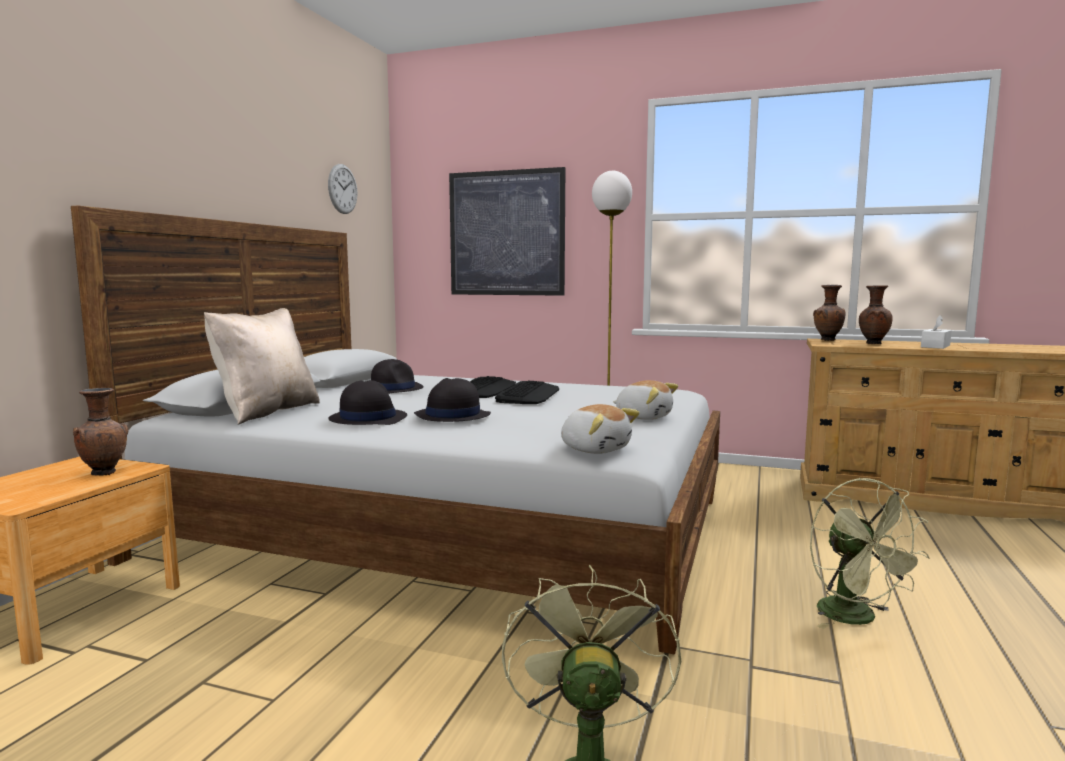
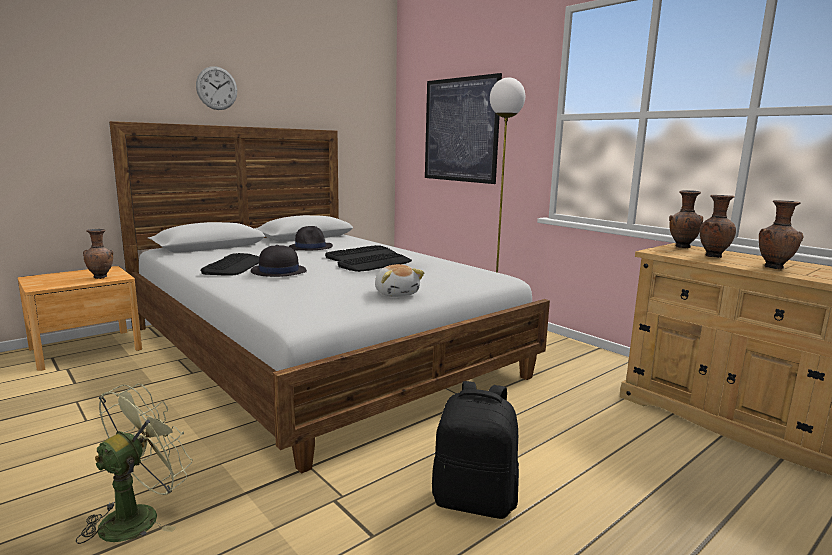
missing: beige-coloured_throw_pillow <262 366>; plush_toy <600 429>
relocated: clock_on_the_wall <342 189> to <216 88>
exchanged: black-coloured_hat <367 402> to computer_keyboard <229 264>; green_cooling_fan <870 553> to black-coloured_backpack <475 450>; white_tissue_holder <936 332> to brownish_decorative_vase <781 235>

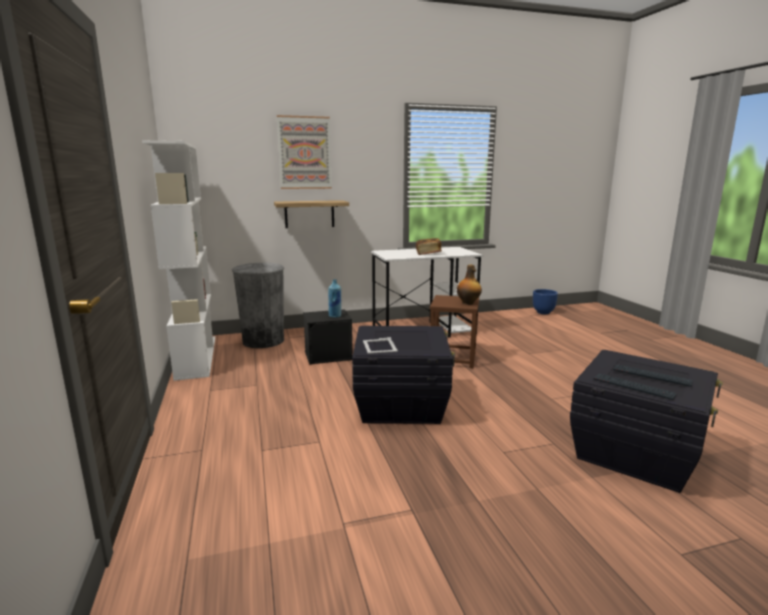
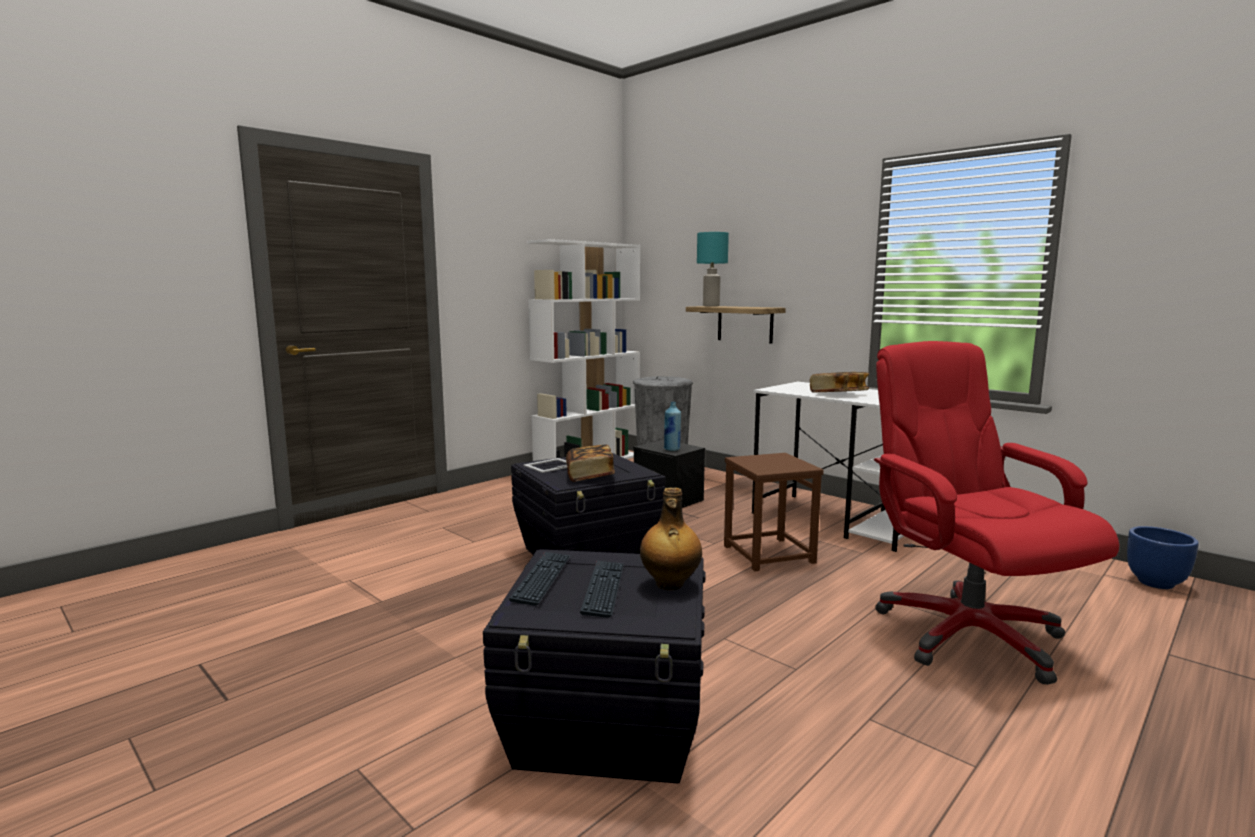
missing: wall_picture <304 152>
appeared: bound_book <590 463>; turquoise-coloured_lamp_for_a_table <713 269>; red-coloured_computer_chair <996 513>
relocated: bottle <469 285> to <671 539>

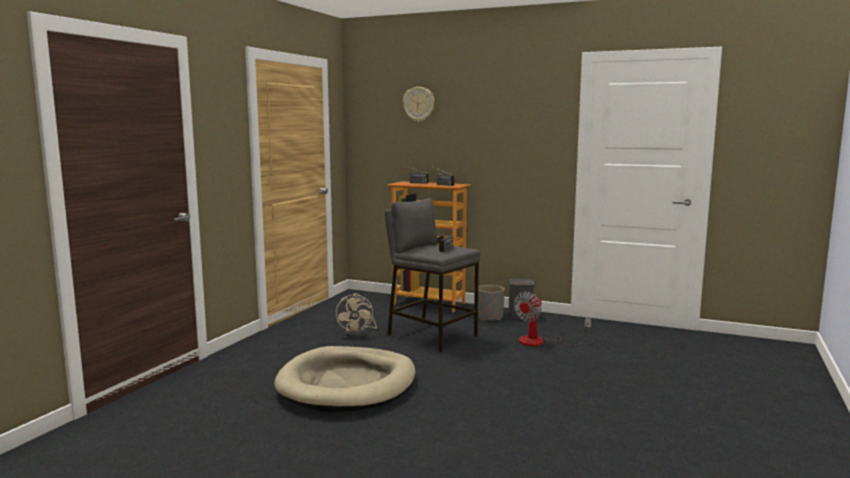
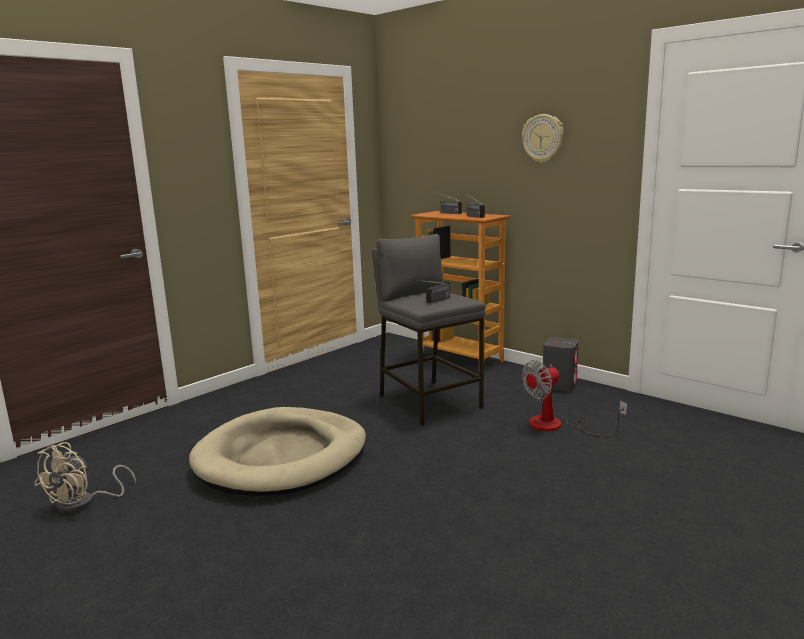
missing: gray_plant_pot <491 302>
relocated: beige-coloured_cooling_fan <356 315> to <85 478>; clock_on_the_wall <419 104> to <543 138>

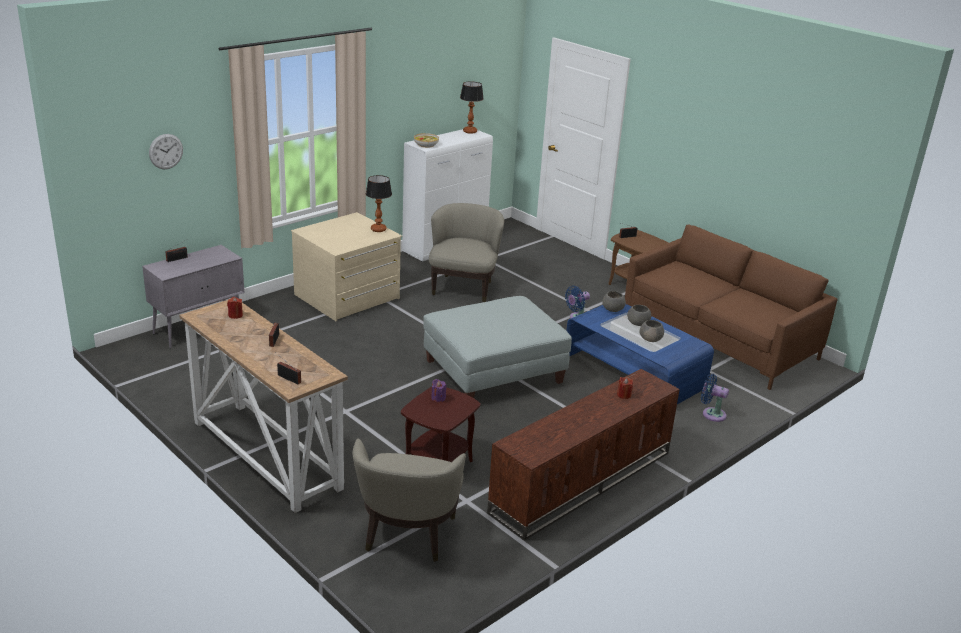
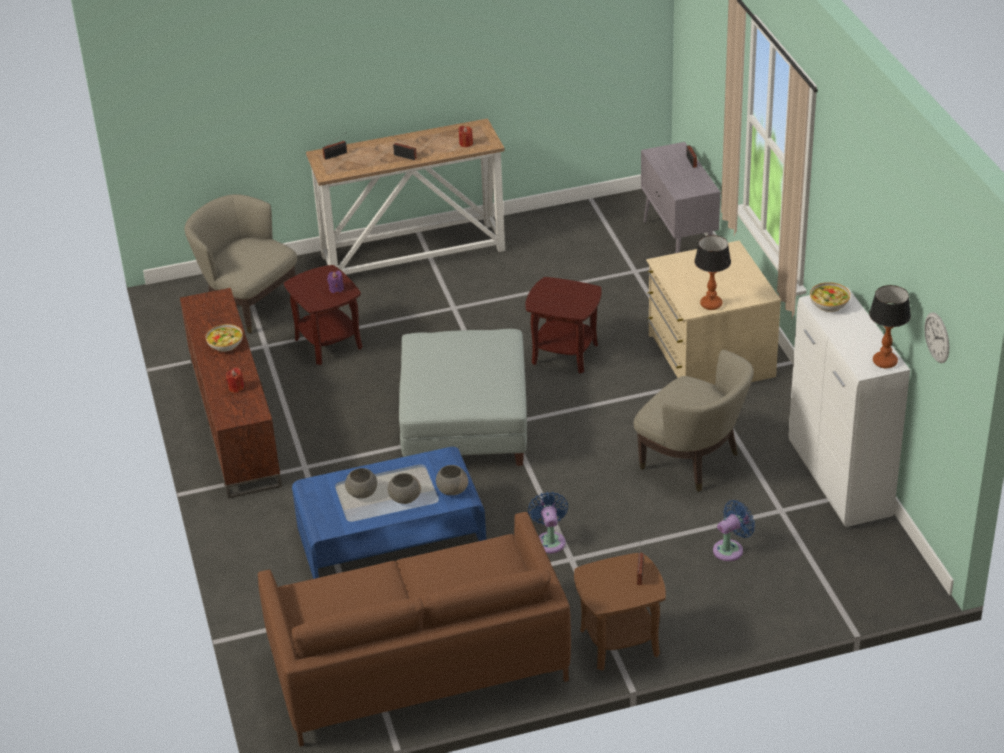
appeared: bowl <224 338>; brownish_side_table <563 325>
relocated: clock_on_the_wall <166 151> to <936 337>; blue-coloured_cooling_fan <715 398> to <734 530>

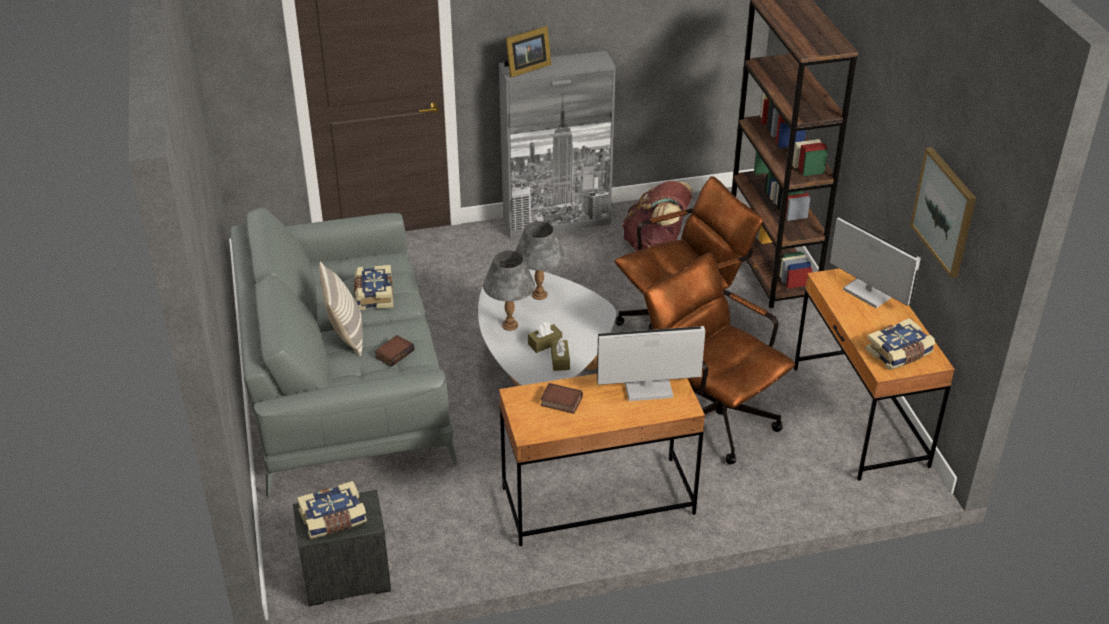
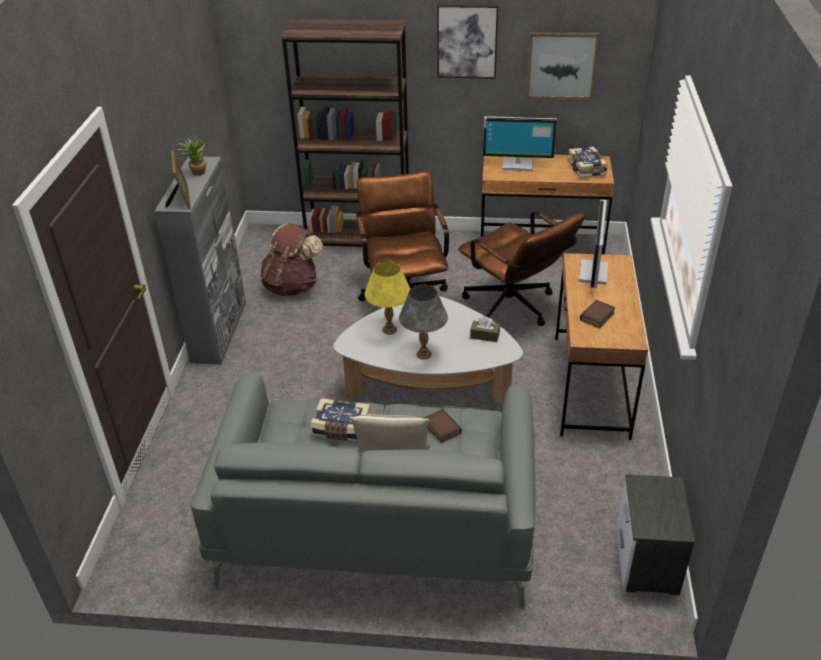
missing: bound_book <332 510>; brownish_tissue_holder <545 337>
appeared: plant_in_a_pot <191 155>; wall_picture <467 42>
colour: gray_lamp_for_a_table <539 260> to yellowish_lamp_for_a_table <387 298>
spun: brownish_computer_chair <719 359> = <521 268> 105 degrees counterclockwise; computer_display <875 262> = <520 143> 150 degrees counterclockwise

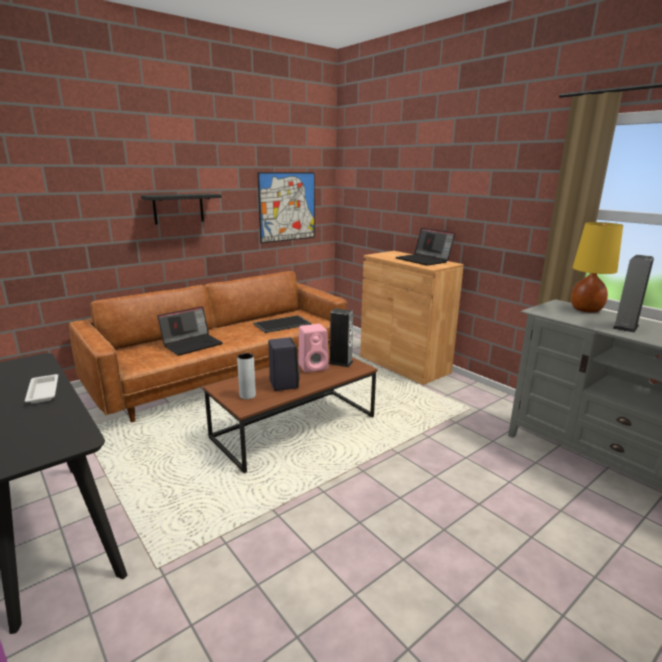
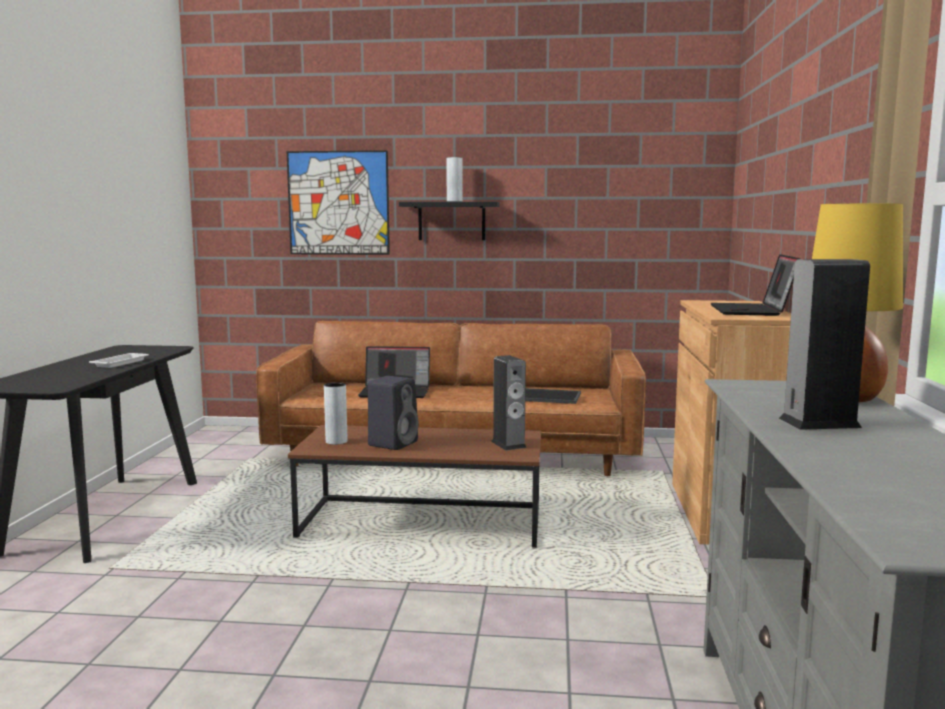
missing: pink-coloured_loudspeaker <313 348>
appeared: gray_decorative_vase <454 179>
relocated: wall_picture <286 207> to <338 202>

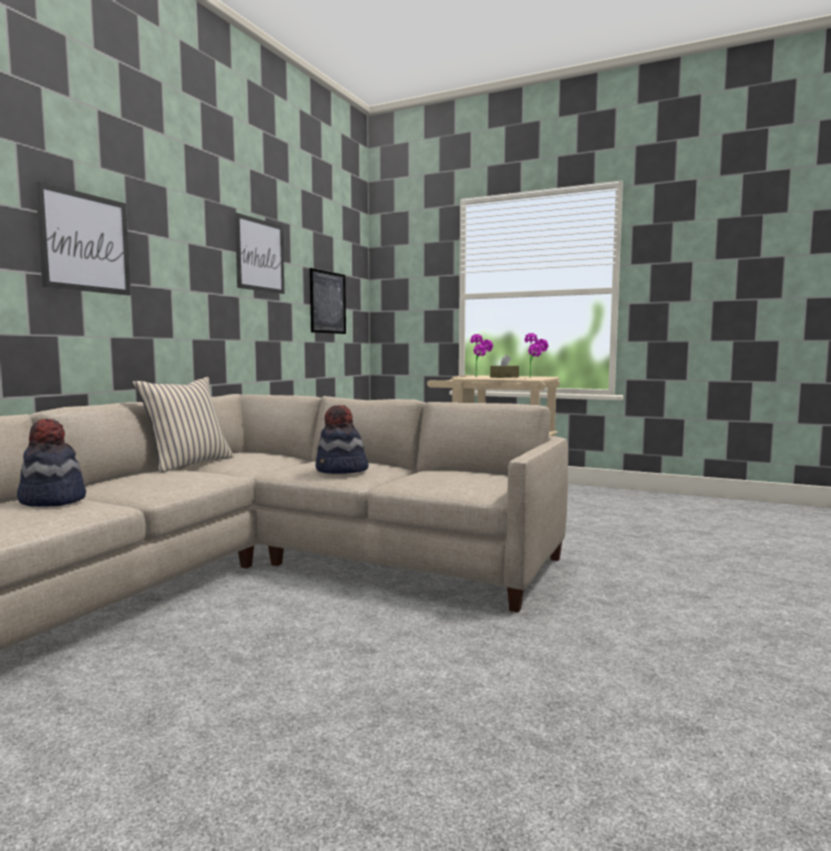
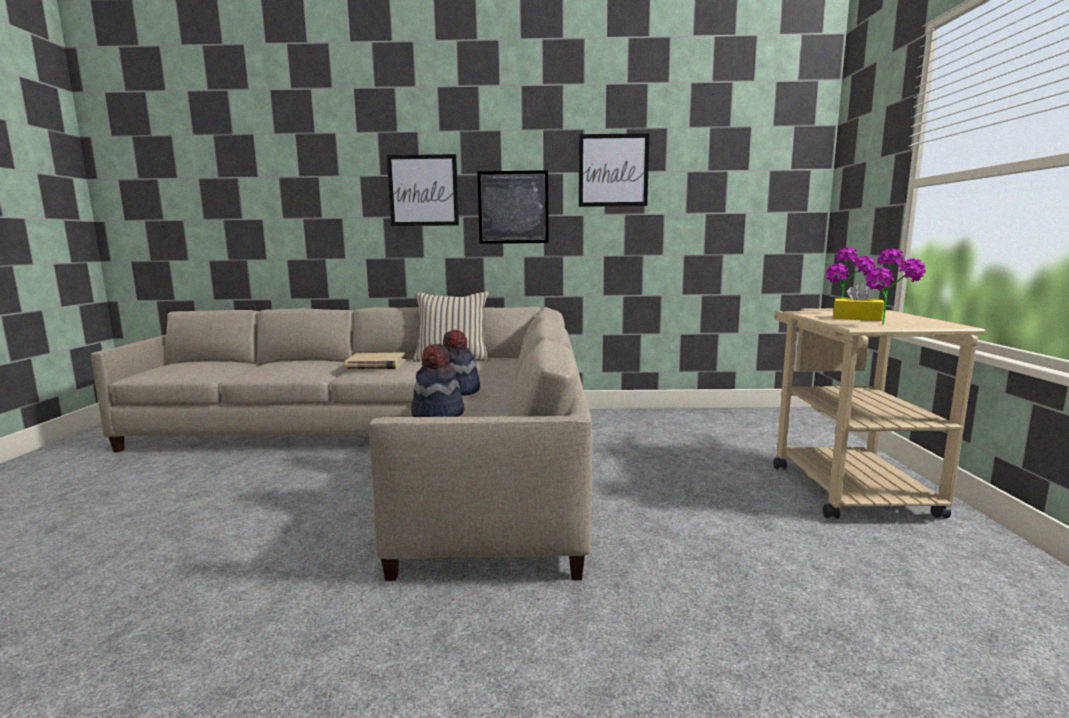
appeared: beige-coloured_bound_book <375 361>
relocated: hat <51 463> to <437 380>; wall_picture <328 301> to <513 207>
colour: brownish_tissue_holder <504 366> to yellowish_tissue_holder <858 301>

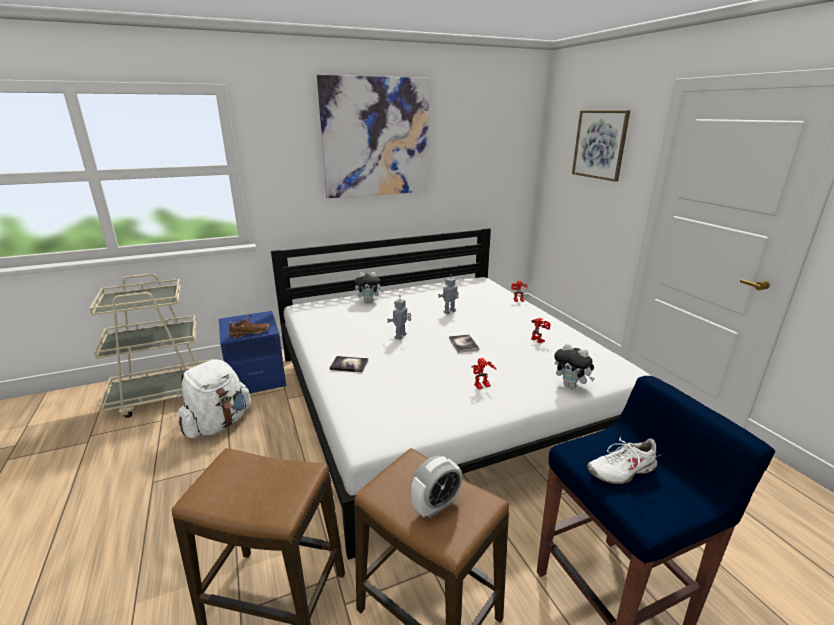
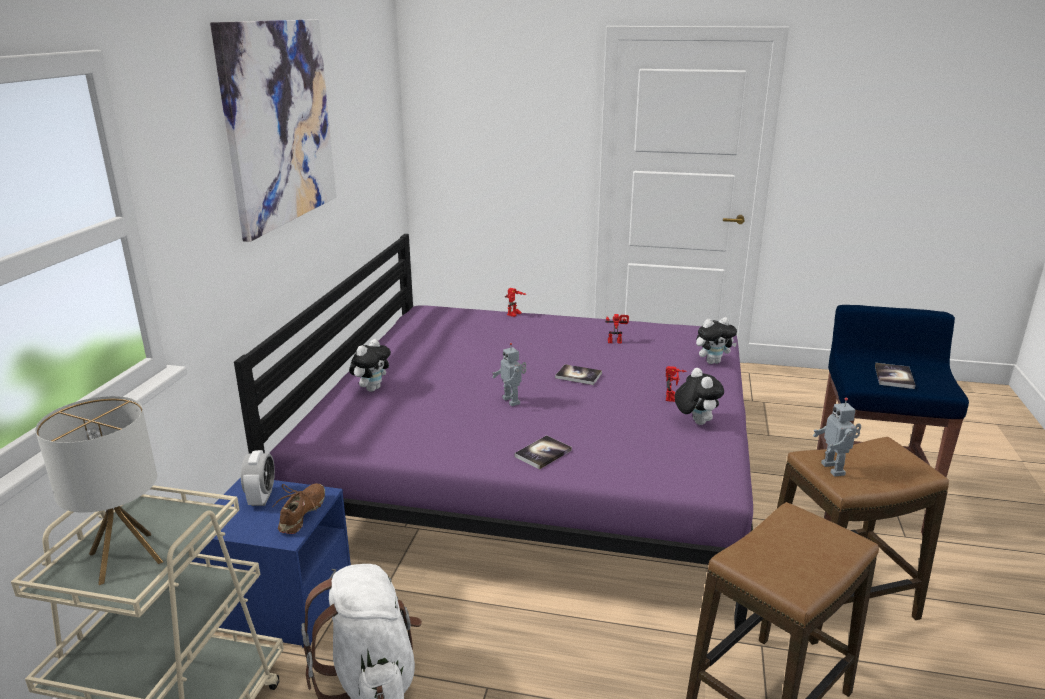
missing: wall_picture <601 146>
appeared: lamp_for_a_table <99 490>; plush_toy <699 396>
relocated: alarm_clock <436 486> to <258 478>; toy_robot <448 294> to <837 437>
exchanged: white_low_shoe <623 460> to bound_book <895 376>
colour: white_sleeping_bed <461 394> to purple_sleeping_bed <493 431>

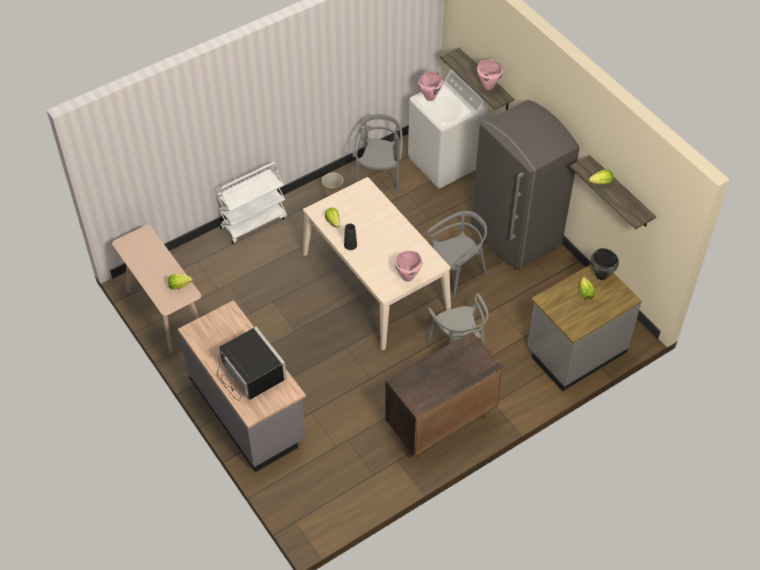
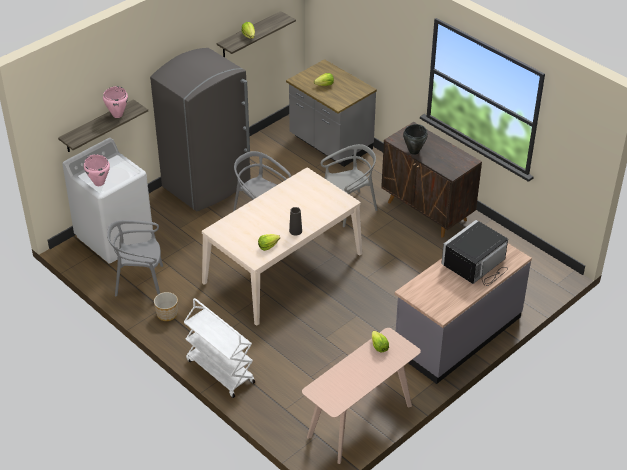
missing: pink-coloured_stockpot <408 266>
relocated: black-coloured_stockpot <605 264> to <415 139>

